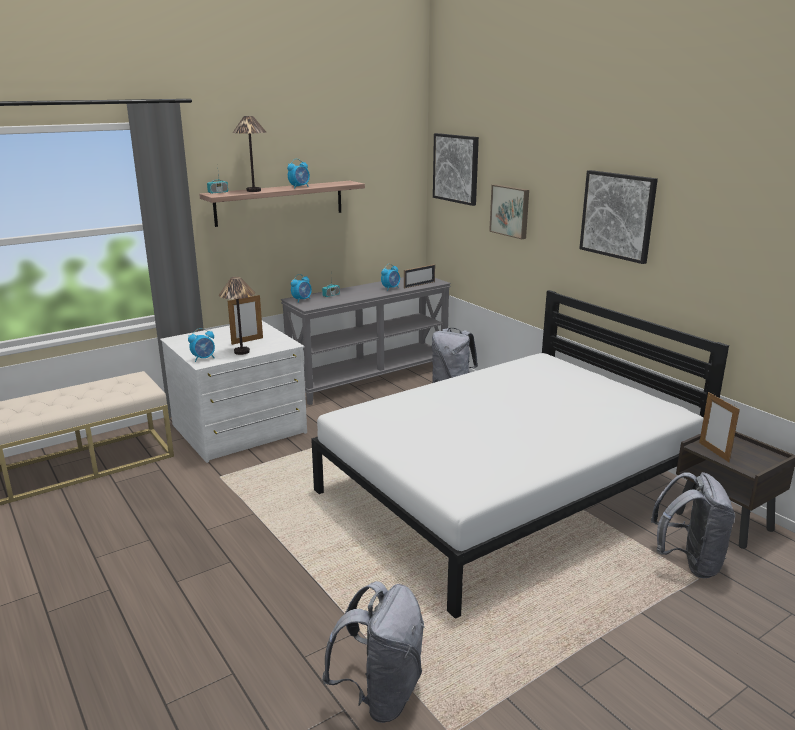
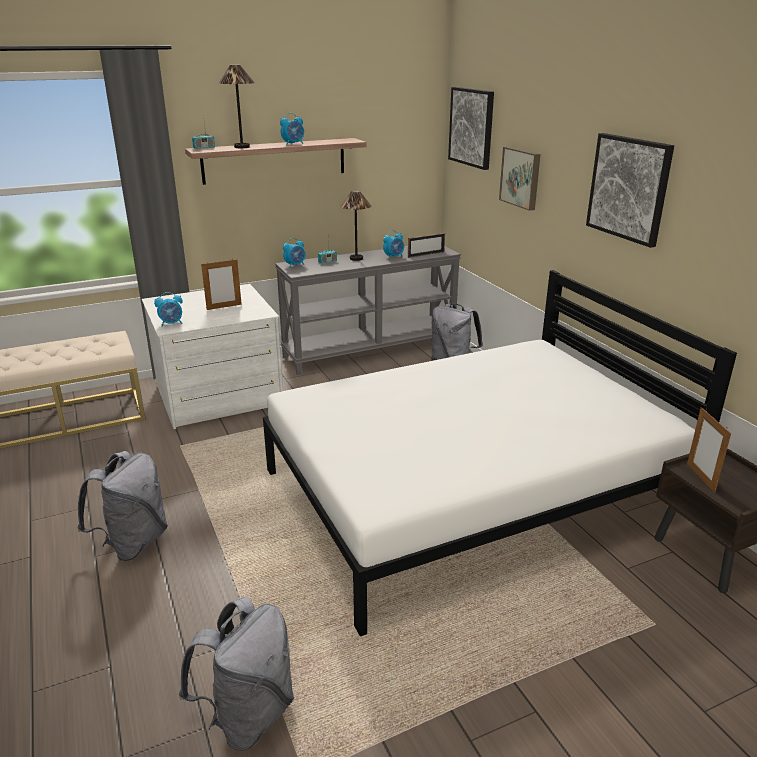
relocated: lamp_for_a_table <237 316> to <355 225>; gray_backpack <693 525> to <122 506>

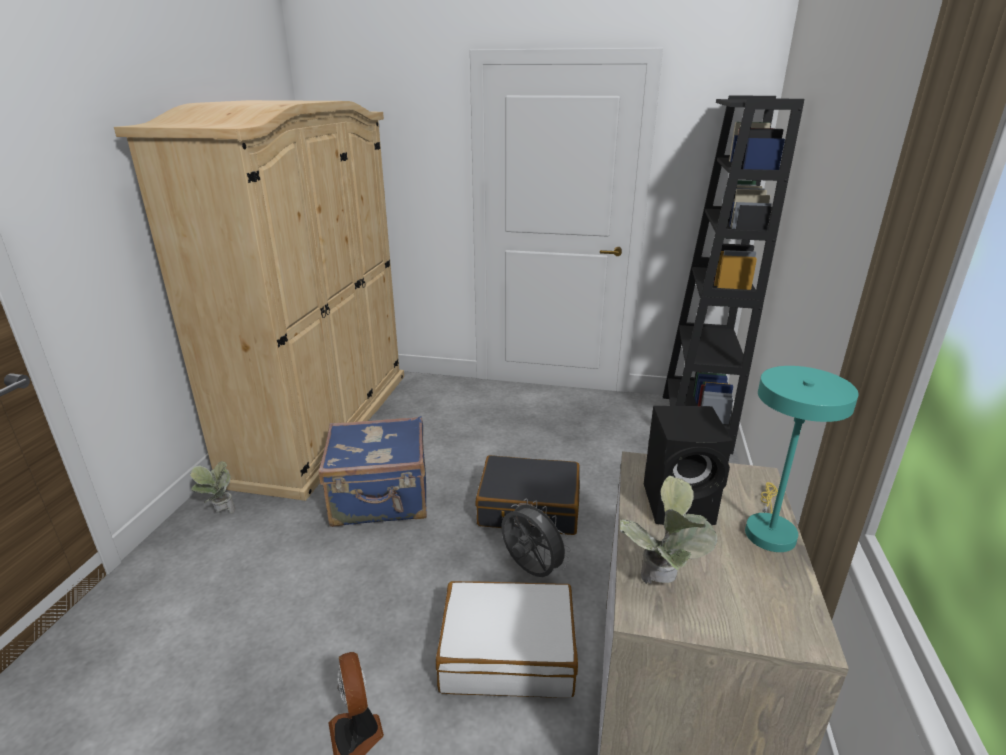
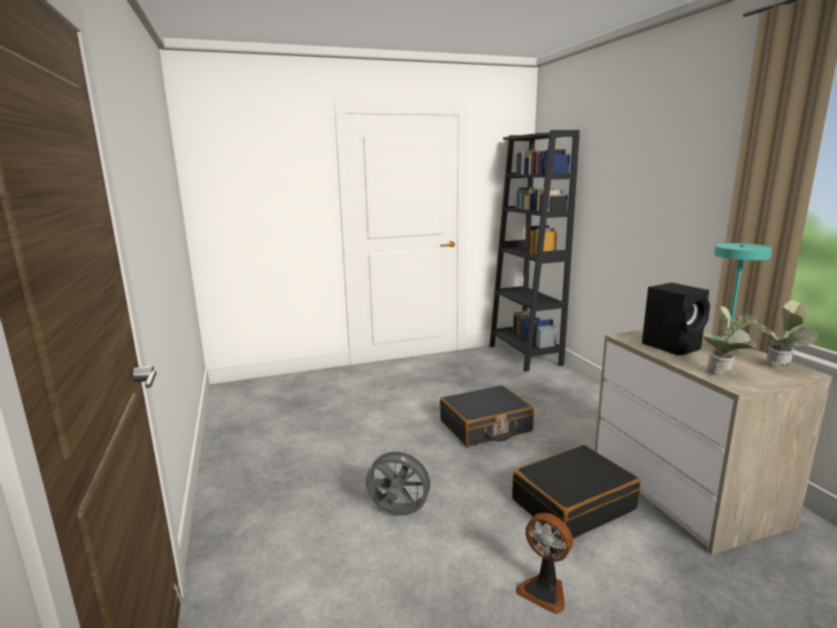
missing: beige-coloured_wardrobe <259 300>; blue-coloured_travel_case <373 471>
relocated: plant_in_a_pot <212 487> to <786 332>; gray_cooling_fan <536 538> to <400 480>
colour: white_travel_case <507 639> to black-coloured_travel_case <576 494>

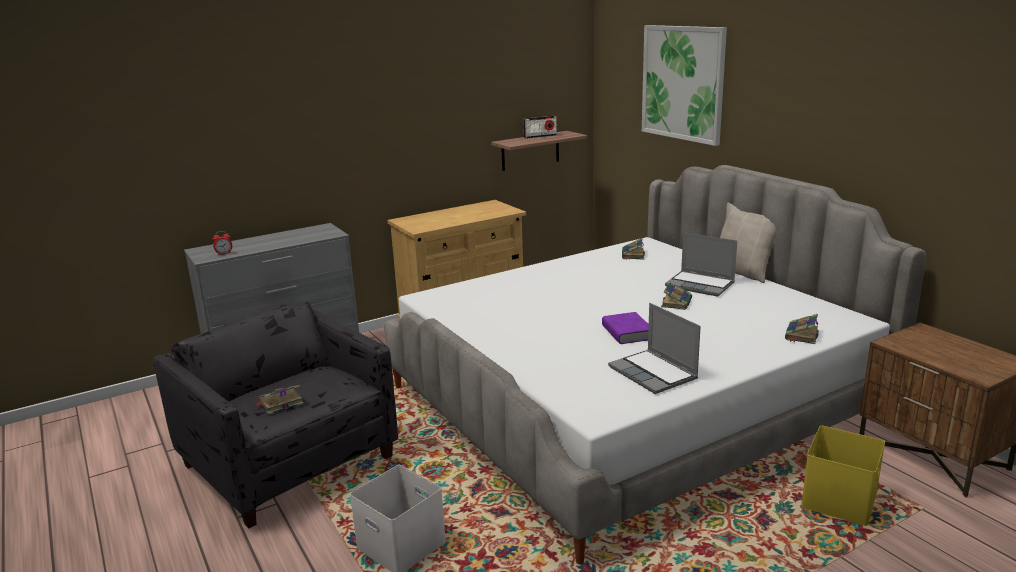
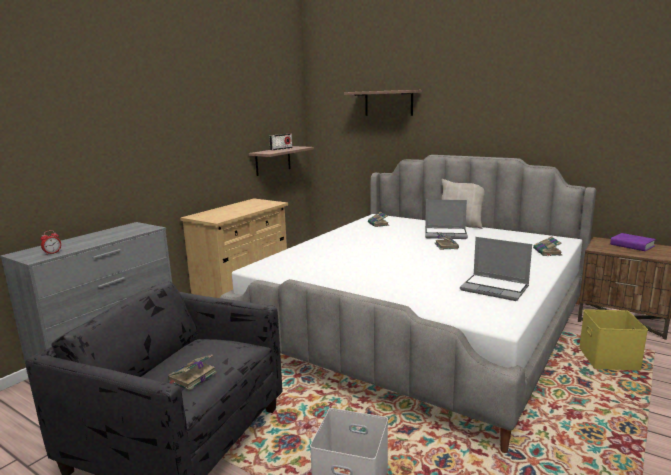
relocated: purple_bound_book <625 328> to <633 242>
exchanged: wall_picture <684 85> to bracket_shelf <383 103>

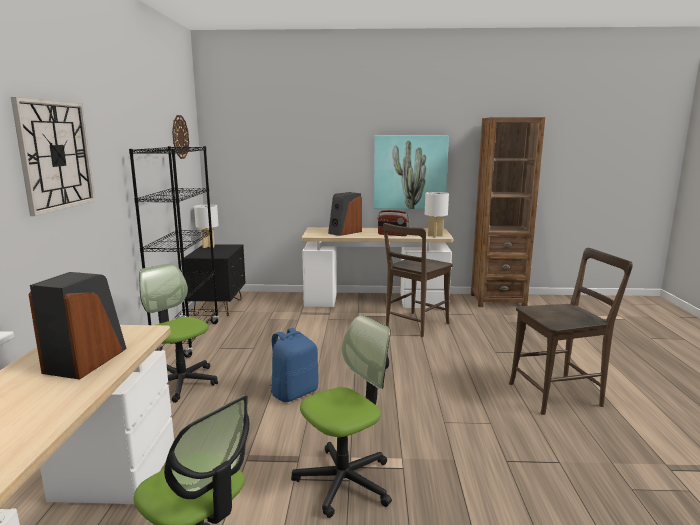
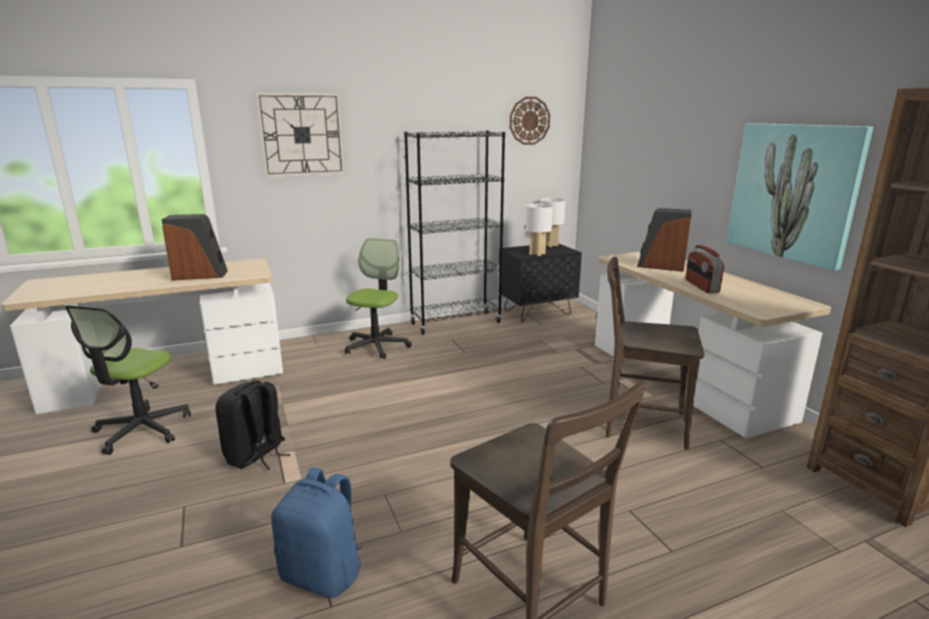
relocated: blue-coloured_backpack <294 365> to <316 532>; white_lamp_for_a_table <437 214> to <539 230>
exchanged: computer_chair <341 416> to black-coloured_backpack <253 425>

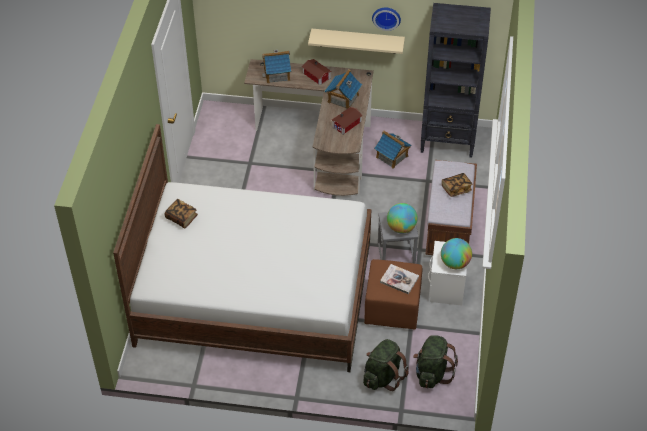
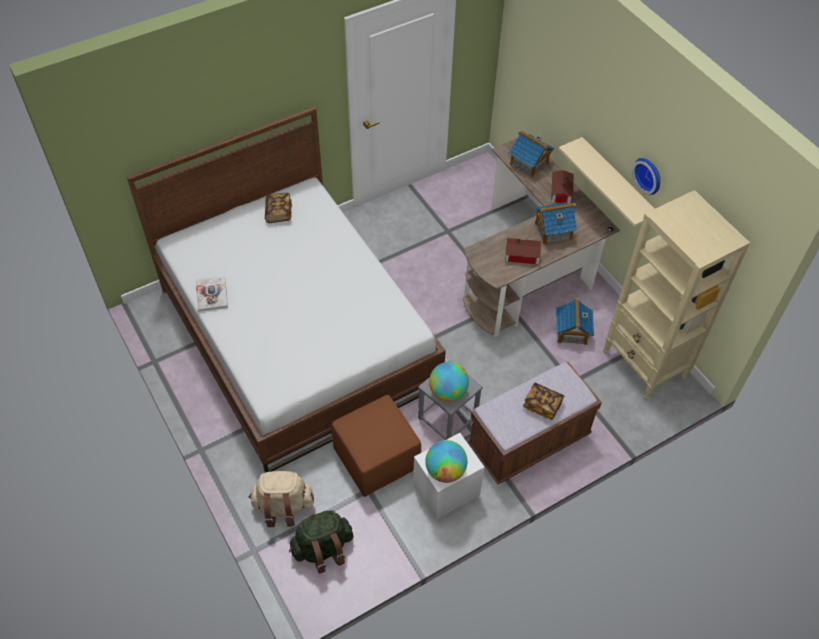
relocated: bound_book <399 279> to <211 294>
colour: green_backpack <386 365> to beige-coloured_backpack <281 498>; black-coloured_bookcase <455 80> to beige-coloured_bookcase <677 295>

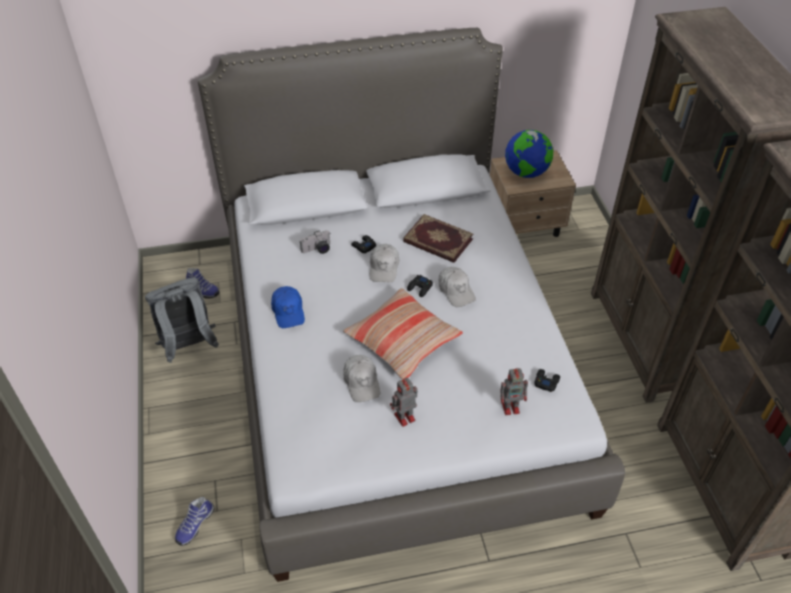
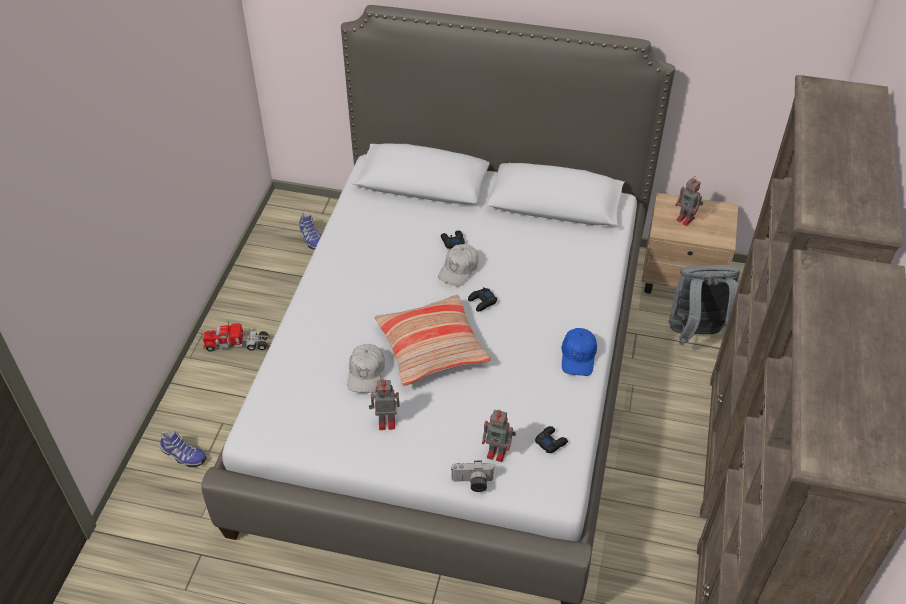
missing: bound_book <438 238>; white_cap <457 287>
appeared: model_truck <236 335>
relocated: gray_backpack <182 320> to <704 305>; blue-coloured_cap <288 307> to <579 352>; still_camera <315 242> to <473 476>
exchanged: globe <529 154> to toy_robot <689 201>
spun: low_shoe <194 521> = <183 449> 120 degrees counterclockwise

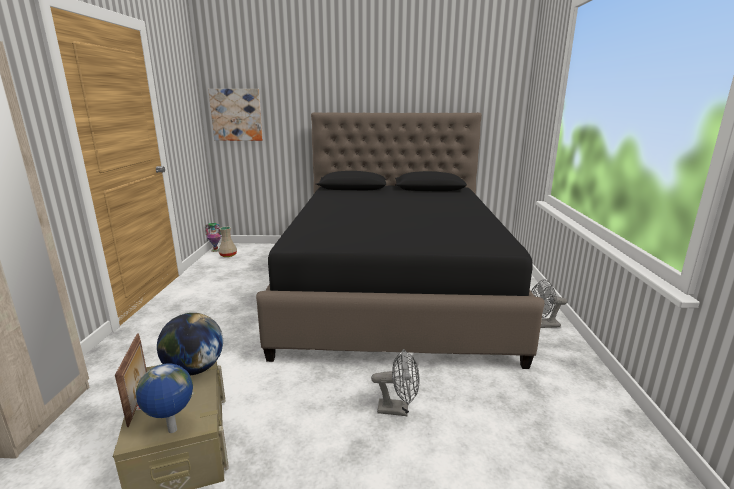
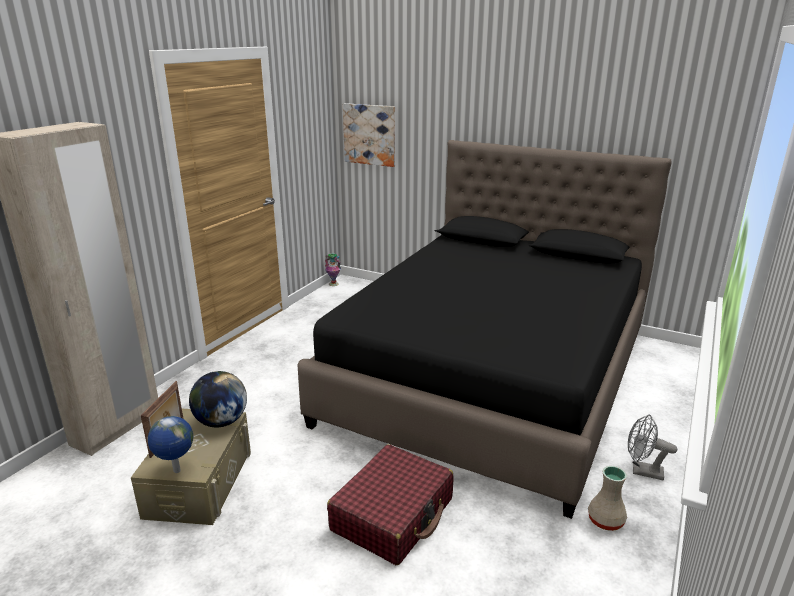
relocated: beige-coloured_decorative_vase <228 242> to <607 498>
exchanged: gray_cooling_fan <395 382> to red-coloured_travel_case <390 504>

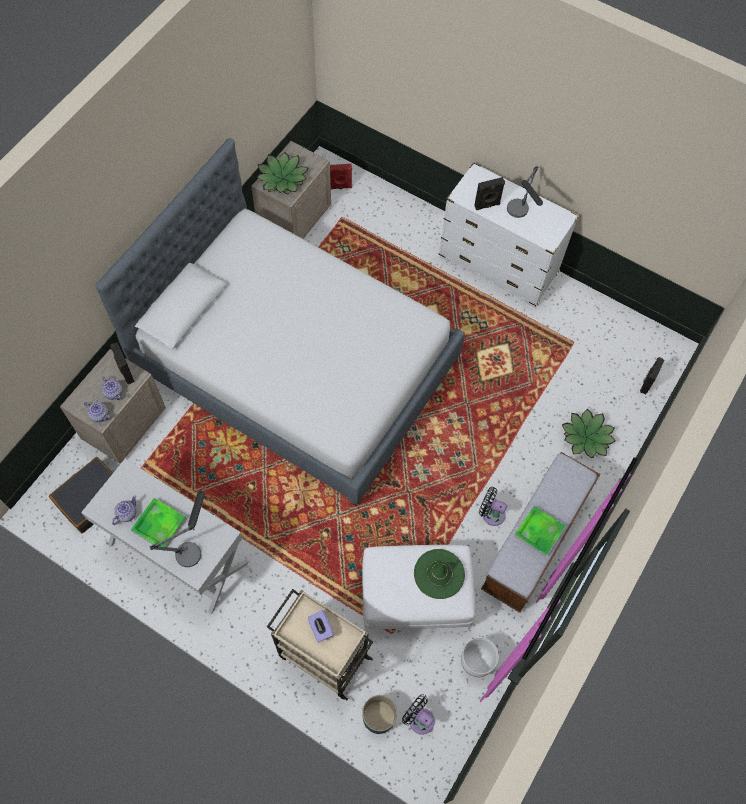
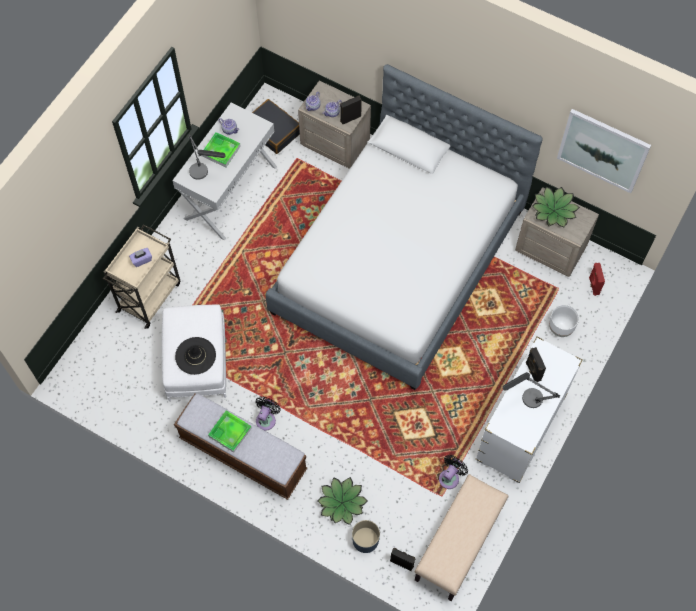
appeared: beige-coloured_indoor_bench <461 537>; wall_picture <604 151>
relocated: blue-coloured_plant_pot <379 714> to <366 536>; black-coloured_cooling_fan <418 714> to <453 472>; white_plant_pot <480 657> to <564 321>
colour: green_hat <439 574> to black-coloured_hat <195 356>

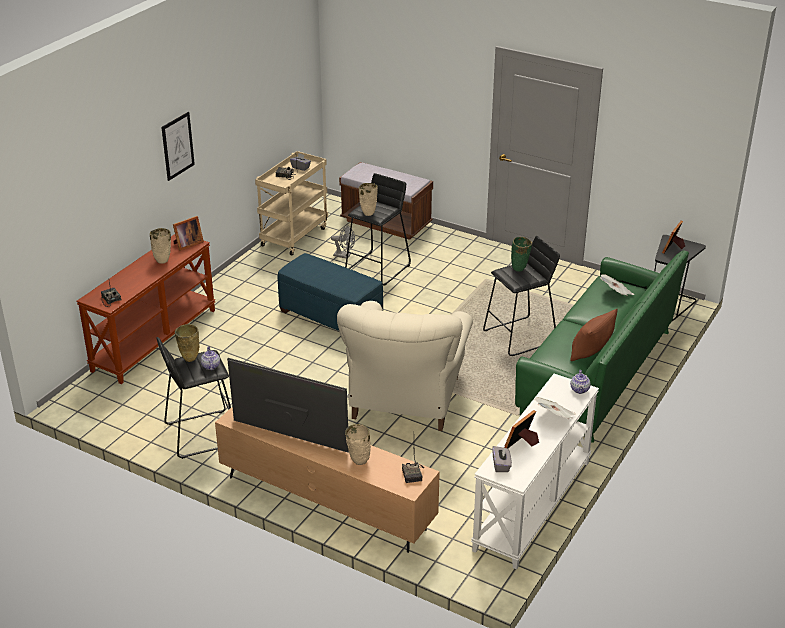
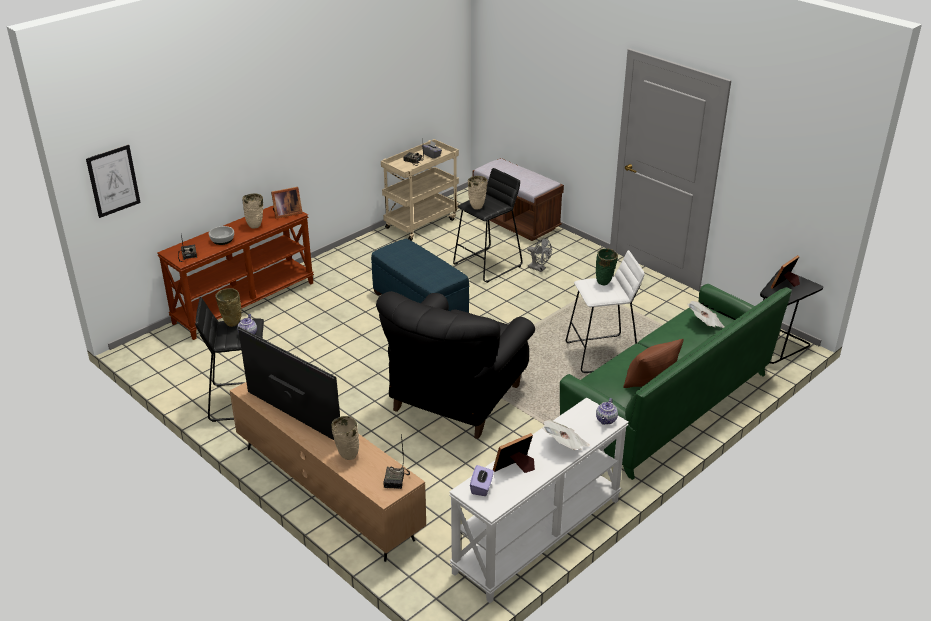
appeared: bowl <221 235>
relocated: wall_picture <178 146> to <113 181>; gray_cooling_fan <343 241> to <539 255>
colour: beige-coloured_easy_chair <405 366> to black-coloured_easy_chair <455 365>; black-coloured_sitting_stool <521 296> to white_sitting_stool <605 311>; gray_tissue_holder <502 459> to purple_tissue_holder <482 480>

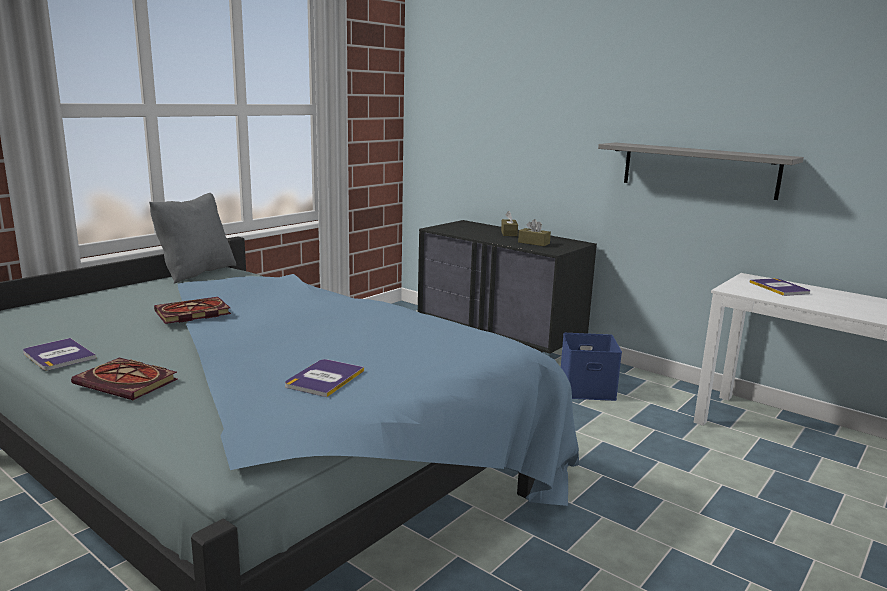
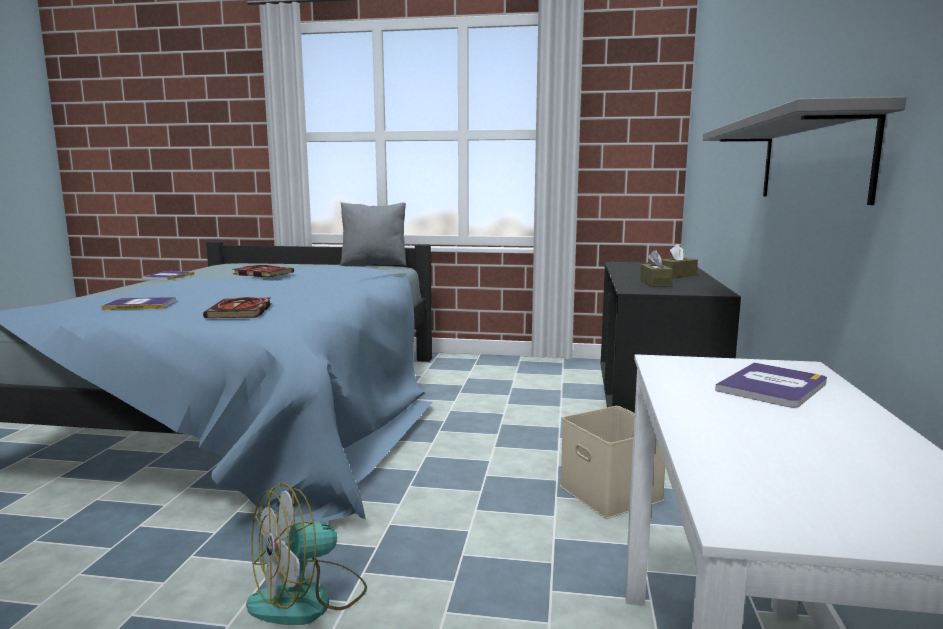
appeared: cooling_fan <306 554>
relocated: bound_book <124 378> to <237 307>
colour: blue-coloured_storage_container <591 367> to beige-coloured_storage_container <612 462>

